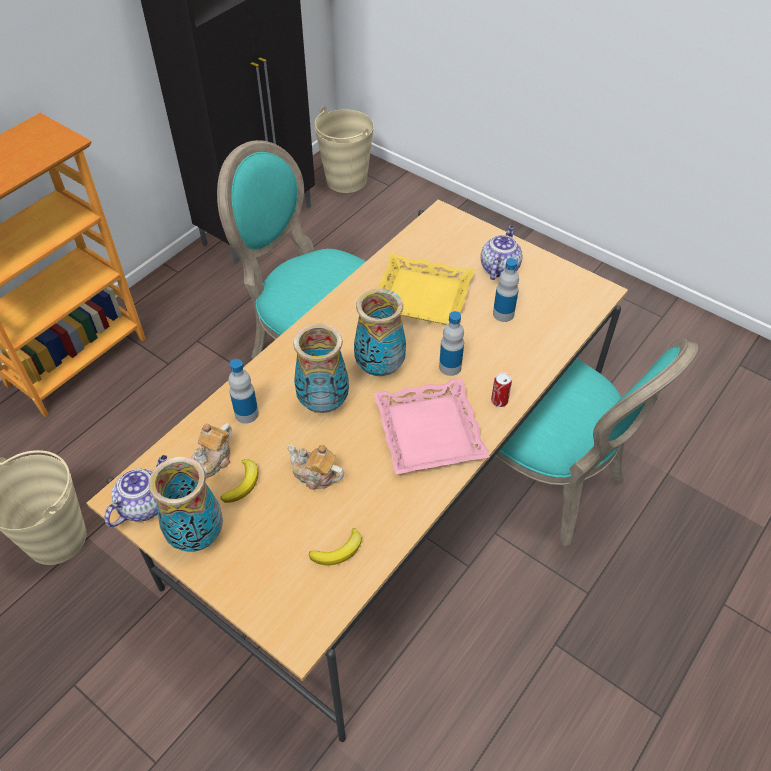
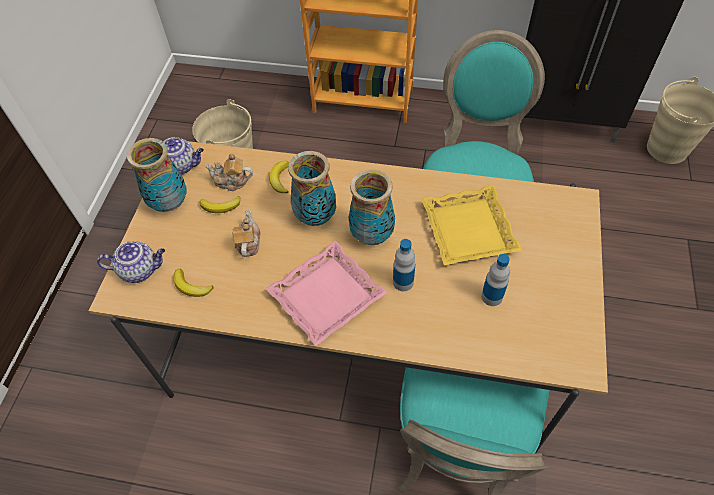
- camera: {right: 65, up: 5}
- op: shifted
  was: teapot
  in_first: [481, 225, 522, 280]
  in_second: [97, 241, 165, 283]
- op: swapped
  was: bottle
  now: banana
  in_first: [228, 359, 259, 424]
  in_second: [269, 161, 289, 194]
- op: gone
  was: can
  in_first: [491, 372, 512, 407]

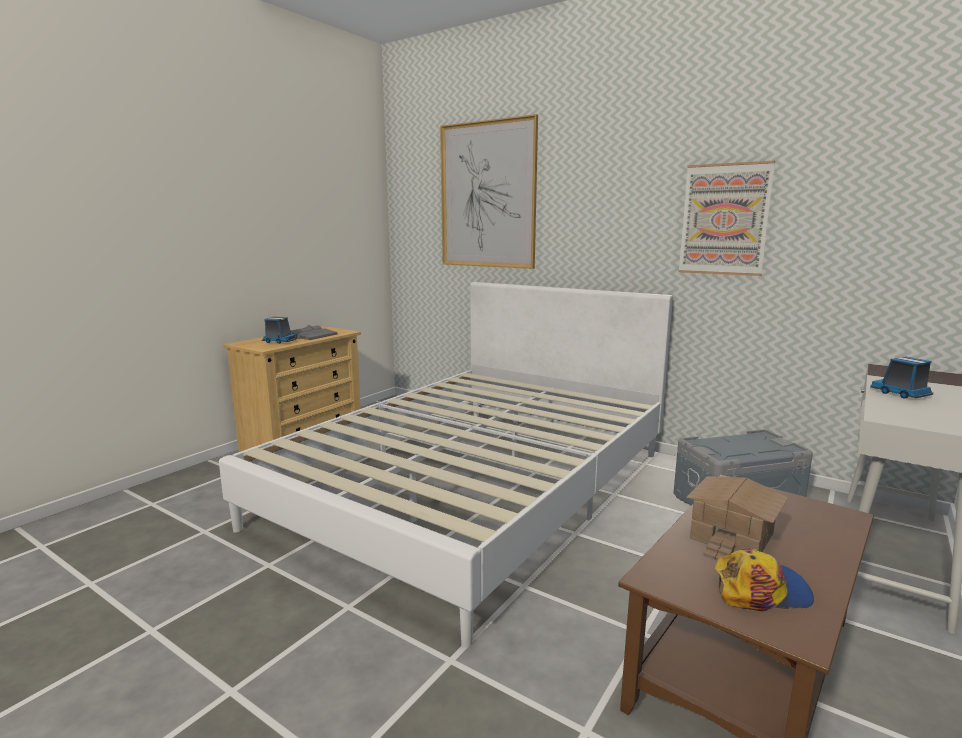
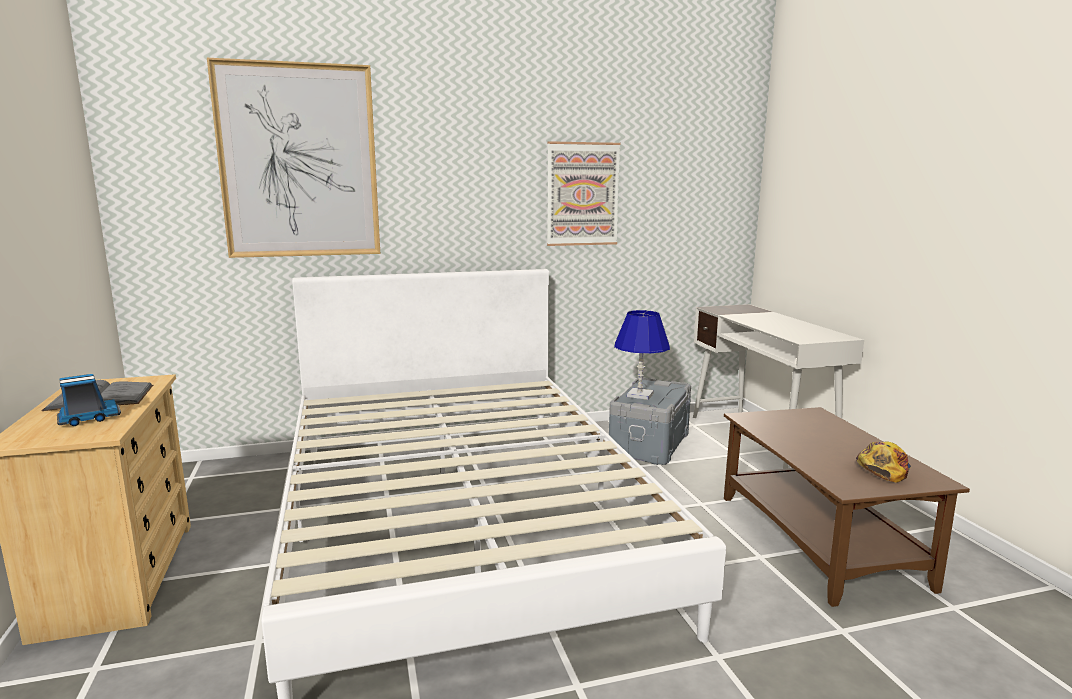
- camera: {right: -50, up: 0}
- op: new
  now: table lamp in blue
  in_second: [614, 310, 670, 400]
- op: gone
  was: toy house
  in_first: [686, 476, 789, 560]
- op: gone
  was: toy truck
  in_first: [870, 357, 933, 398]

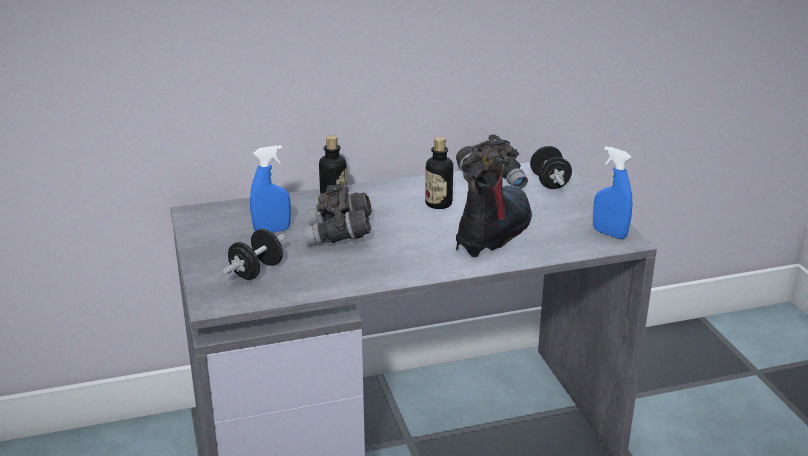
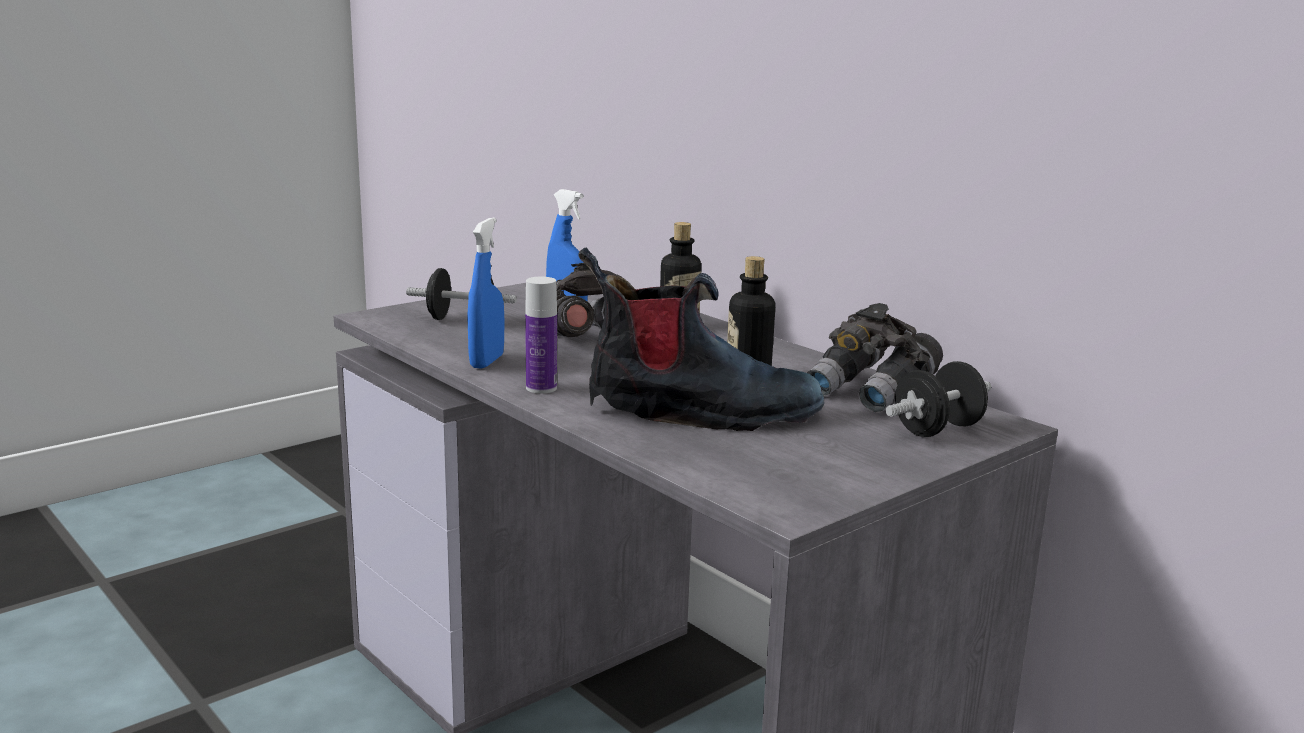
- camera: {right: 65, up: -10}
- op: shifted
  was: spray bottle in blue
  in_first: [593, 146, 632, 239]
  in_second: [467, 217, 504, 368]
- op: new
  now: bottle
  in_second: [525, 277, 557, 394]

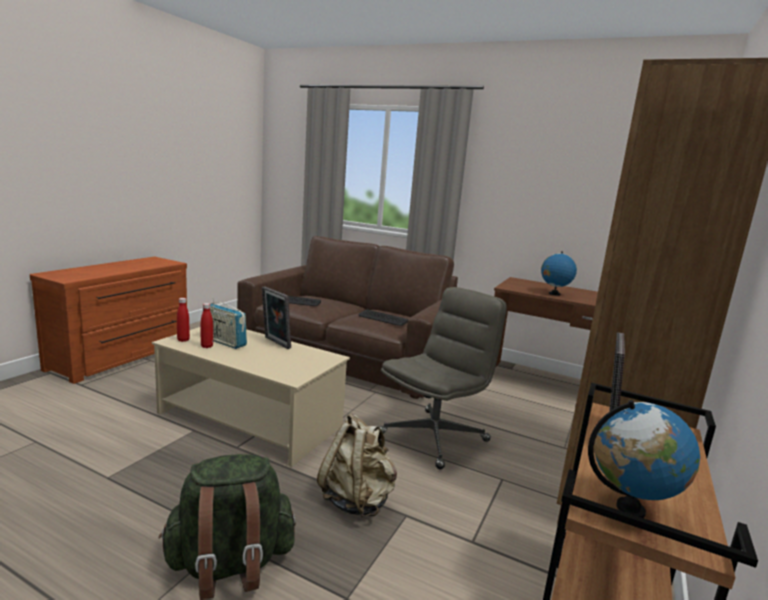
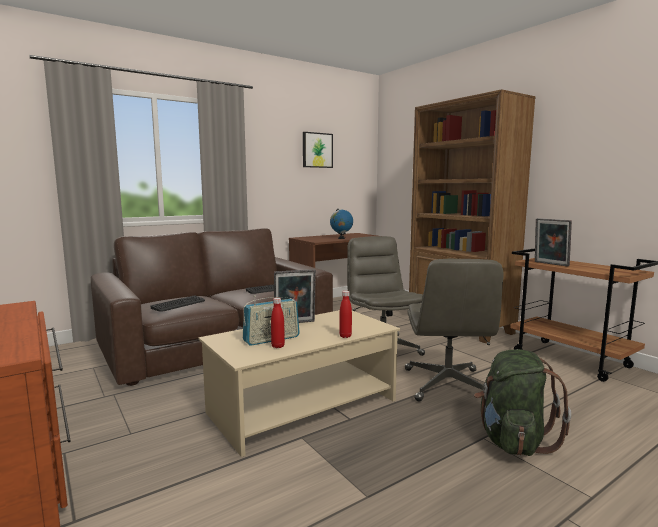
- camera: {right: -60, up: -5}
- op: new
  now: picture
  in_second: [303, 132, 333, 168]
- op: shifted
  was: bottle in red
  in_first: [177, 298, 190, 342]
  in_second: [339, 291, 352, 338]
- op: swapped
  was: backpack in beige
  now: office chair in grey
  in_first: [317, 413, 397, 517]
  in_second: [405, 259, 504, 402]
- op: gone
  was: globe
  in_first: [588, 400, 700, 518]

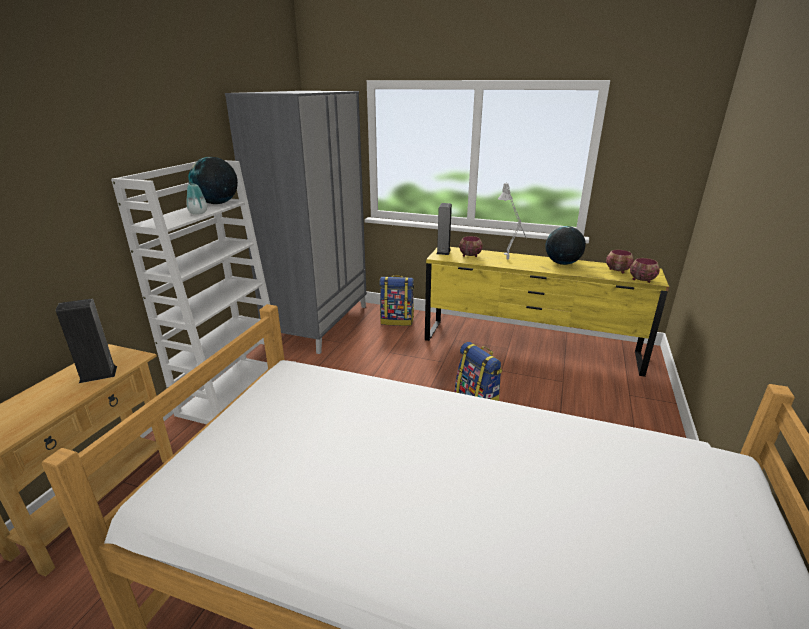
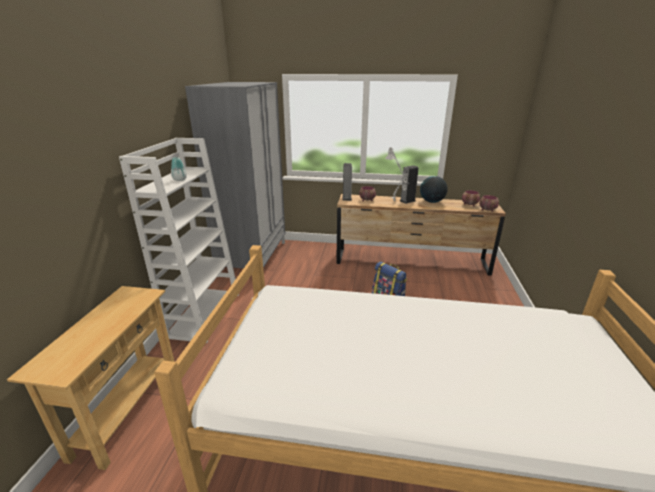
- camera: {right: -10, up: 0}
- op: repainted
  was: dresser in yellow
  now: dresser in brown
  in_first: [425, 247, 669, 377]
  in_second: [336, 194, 506, 276]
- op: shifted
  was: speaker
  in_first: [56, 298, 117, 383]
  in_second: [400, 165, 419, 204]
- op: gone
  was: globe
  in_first: [188, 157, 238, 204]
- op: gone
  was: backpack
  in_first: [379, 275, 414, 326]

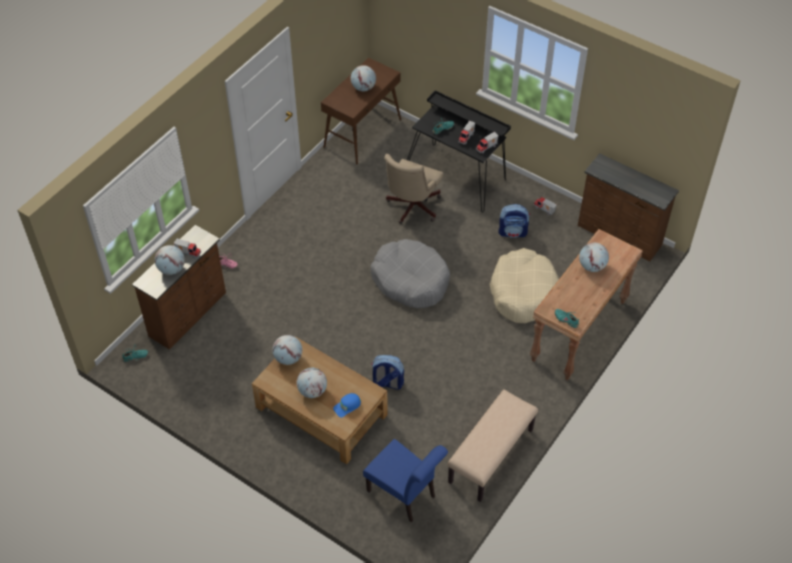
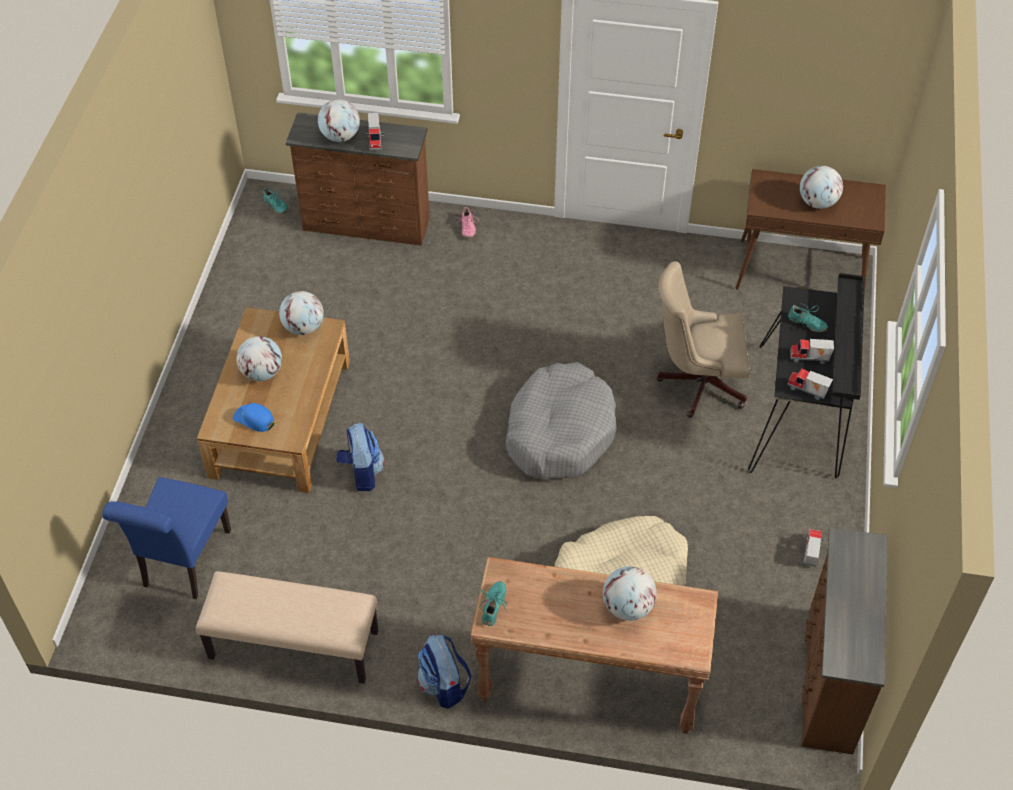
- camera: {right: 65, up: 0}
- op: shifted
  was: backpack
  in_first: [498, 204, 530, 238]
  in_second: [417, 635, 472, 709]

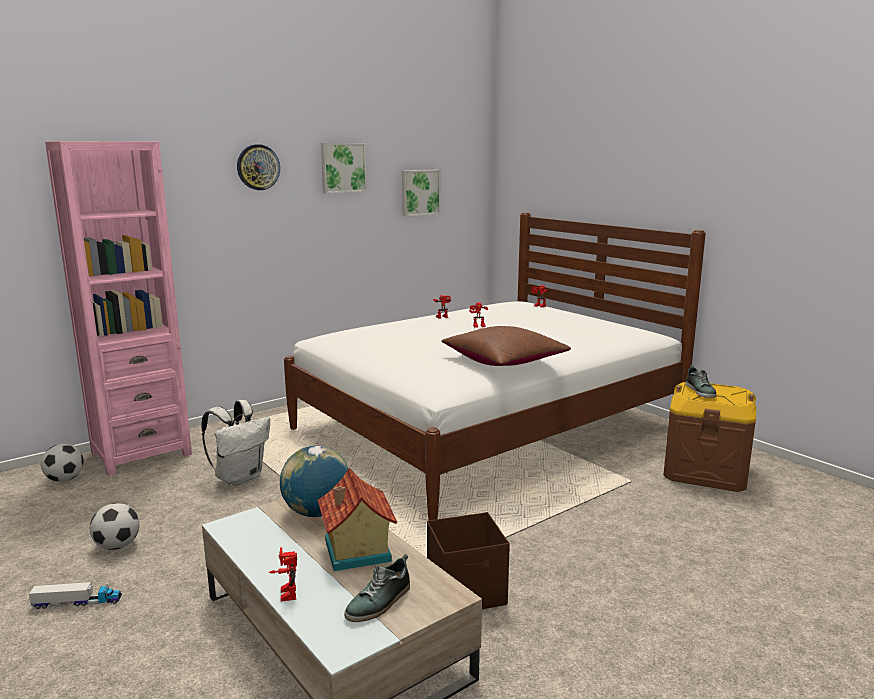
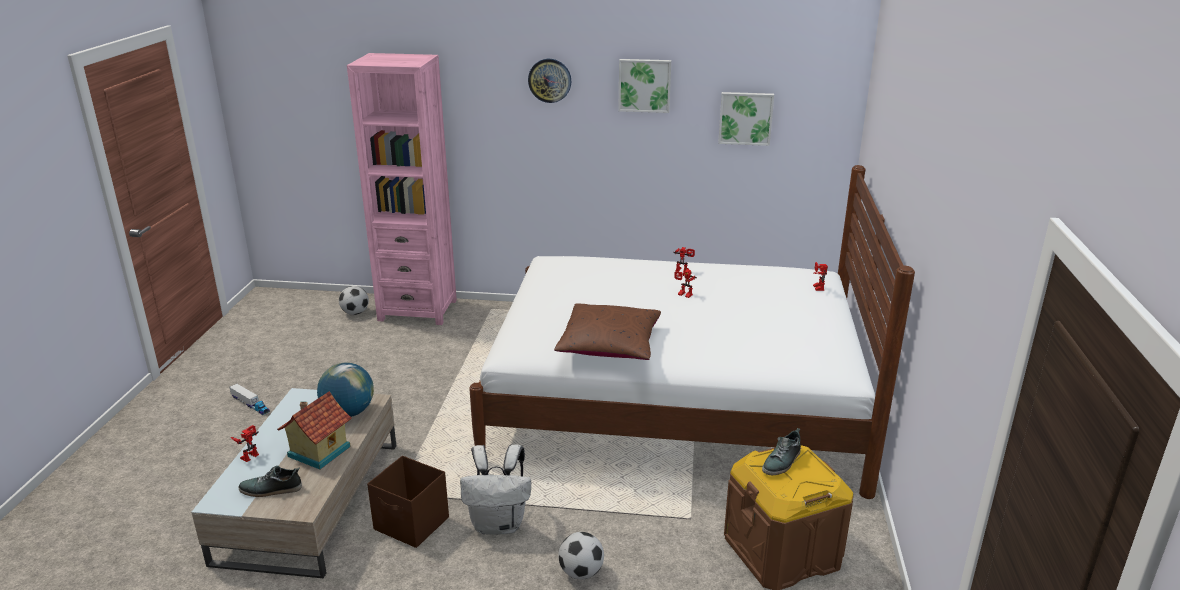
- camera: {right: 45, up: 10}
- op: shifted
  was: backpack in white
  in_first: [201, 400, 270, 486]
  in_second: [460, 444, 531, 534]
- op: shifted
  was: football
  in_first: [90, 503, 140, 550]
  in_second: [558, 532, 604, 580]

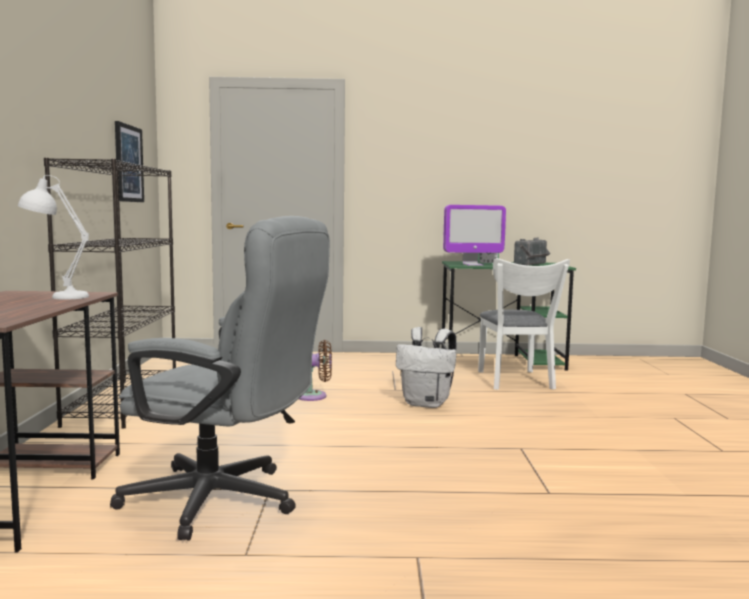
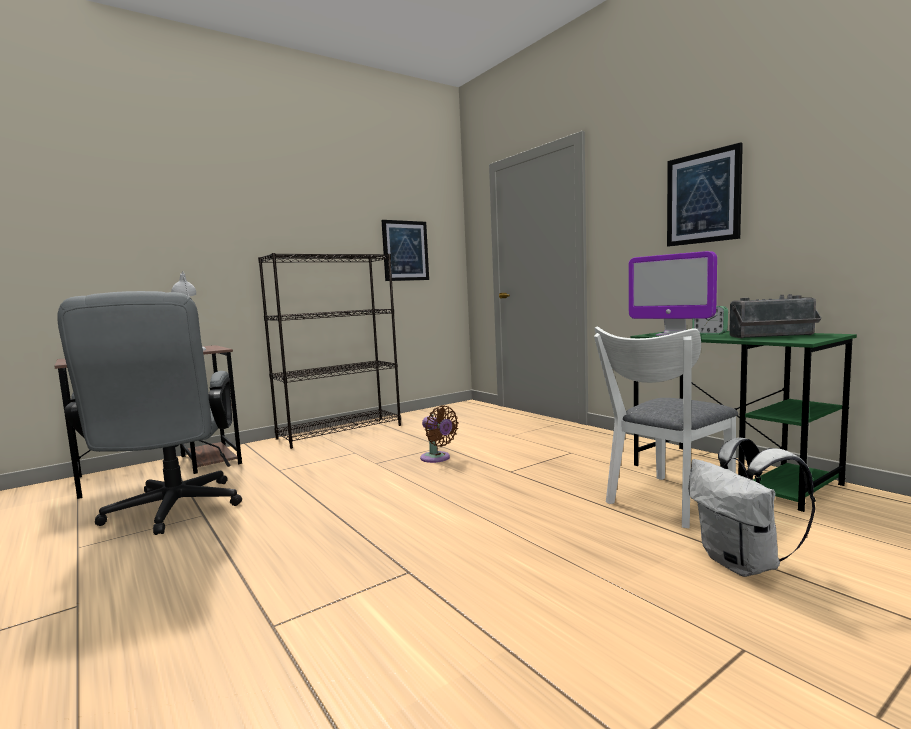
- camera: {right: 55, up: 0}
- op: new
  now: picture
  in_second: [667, 142, 743, 247]
- op: shifted
  was: backpack in white
  in_first: [396, 327, 457, 408]
  in_second: [688, 438, 816, 577]

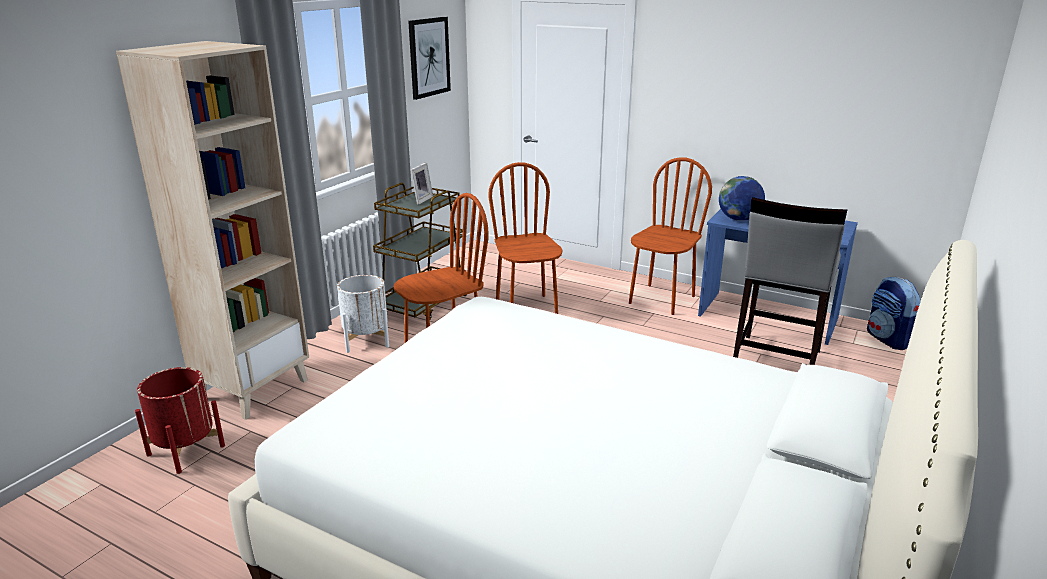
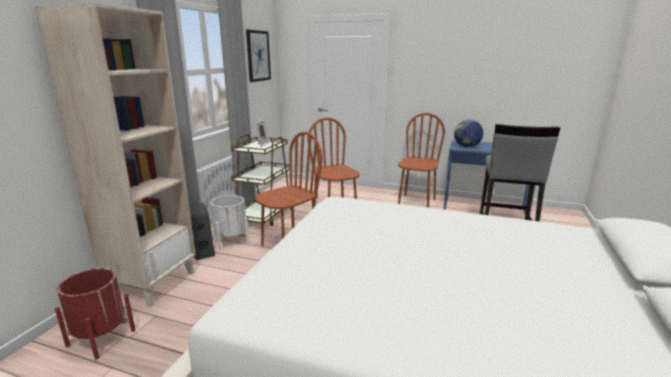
- camera: {right: -10, up: -5}
- op: new
  now: speaker
  in_second: [189, 203, 215, 260]
- op: gone
  was: backpack
  in_first: [867, 277, 921, 350]

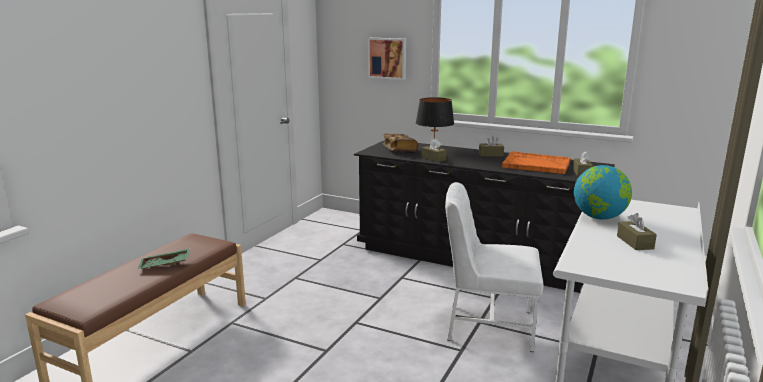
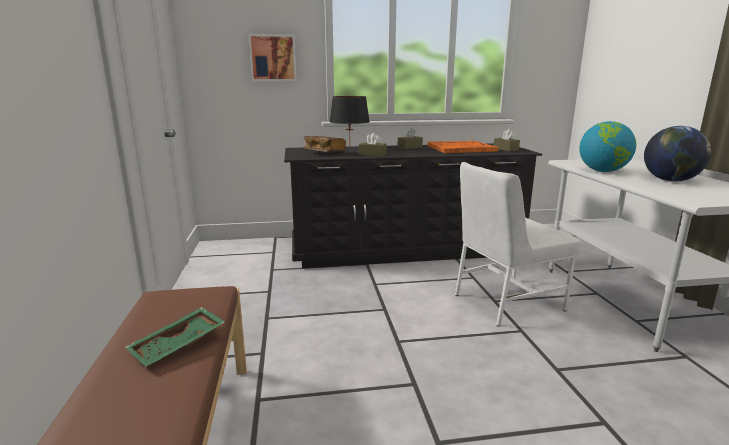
- camera: {right: -35, up: 0}
- op: swapped
  was: tissue box in brown
  now: globe
  in_first: [617, 213, 657, 250]
  in_second: [644, 126, 711, 182]

